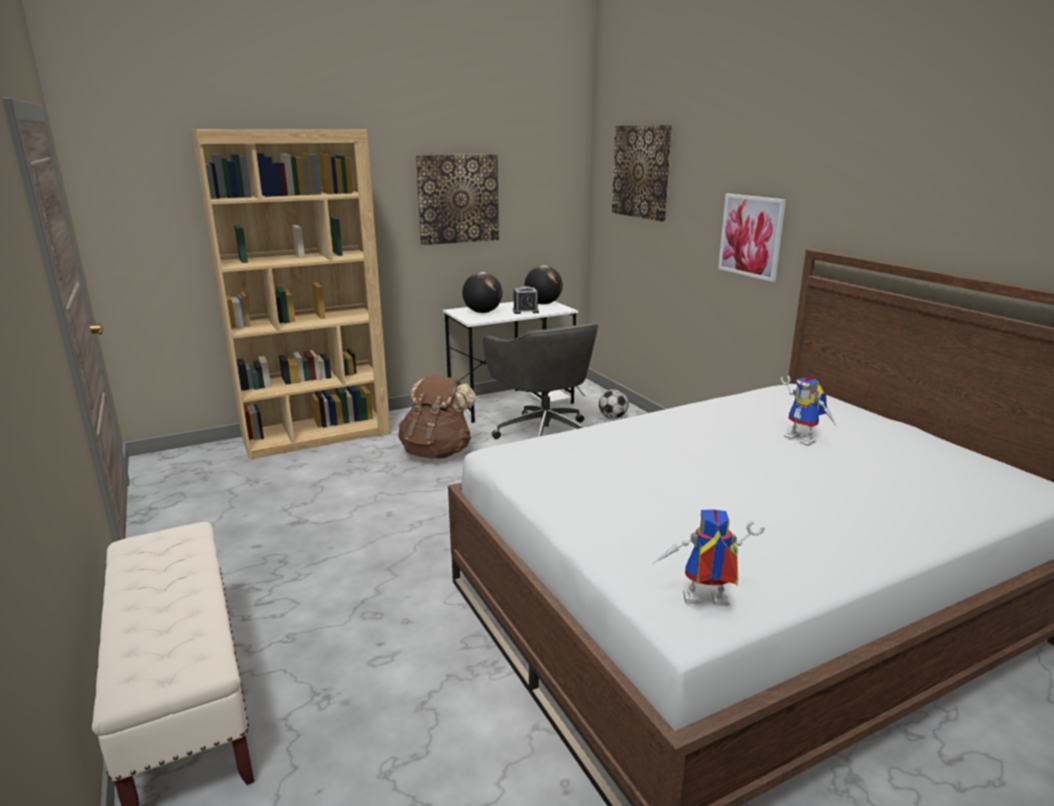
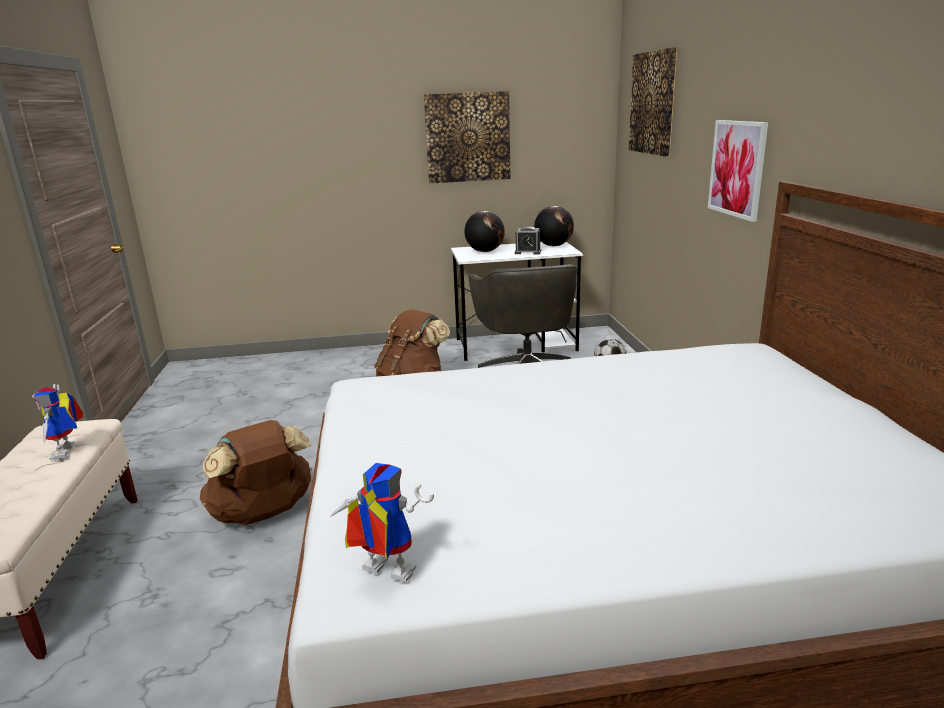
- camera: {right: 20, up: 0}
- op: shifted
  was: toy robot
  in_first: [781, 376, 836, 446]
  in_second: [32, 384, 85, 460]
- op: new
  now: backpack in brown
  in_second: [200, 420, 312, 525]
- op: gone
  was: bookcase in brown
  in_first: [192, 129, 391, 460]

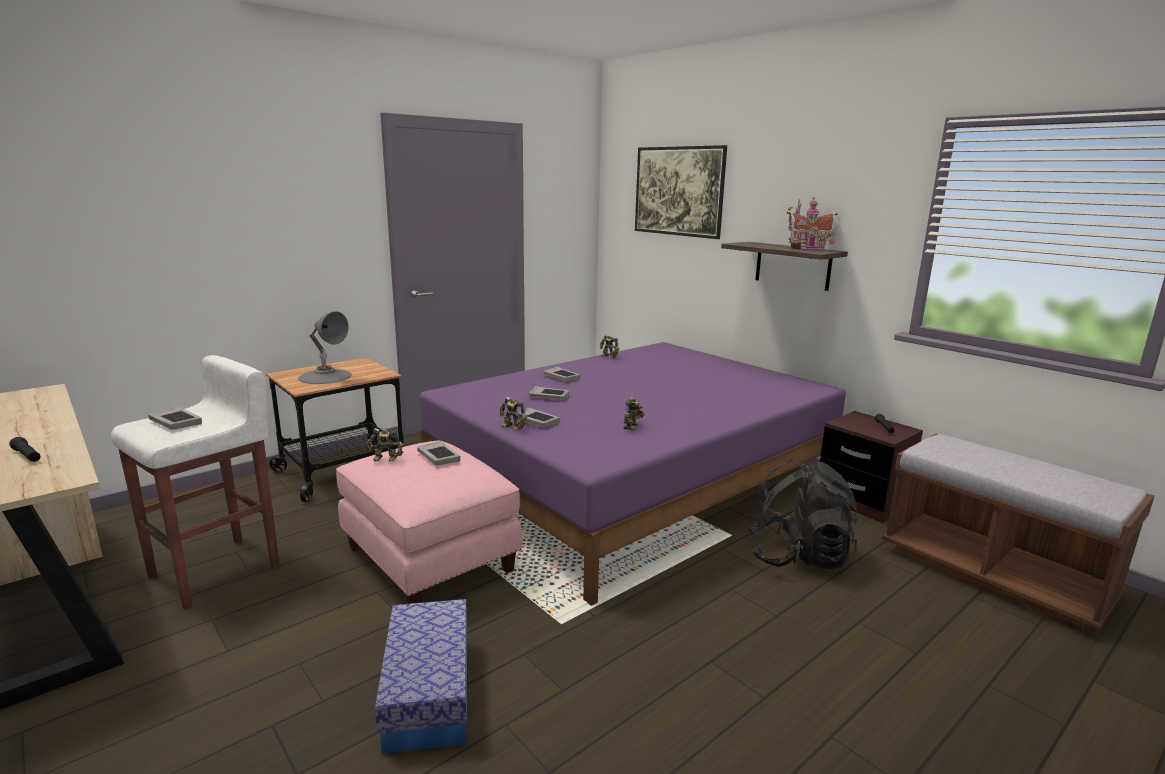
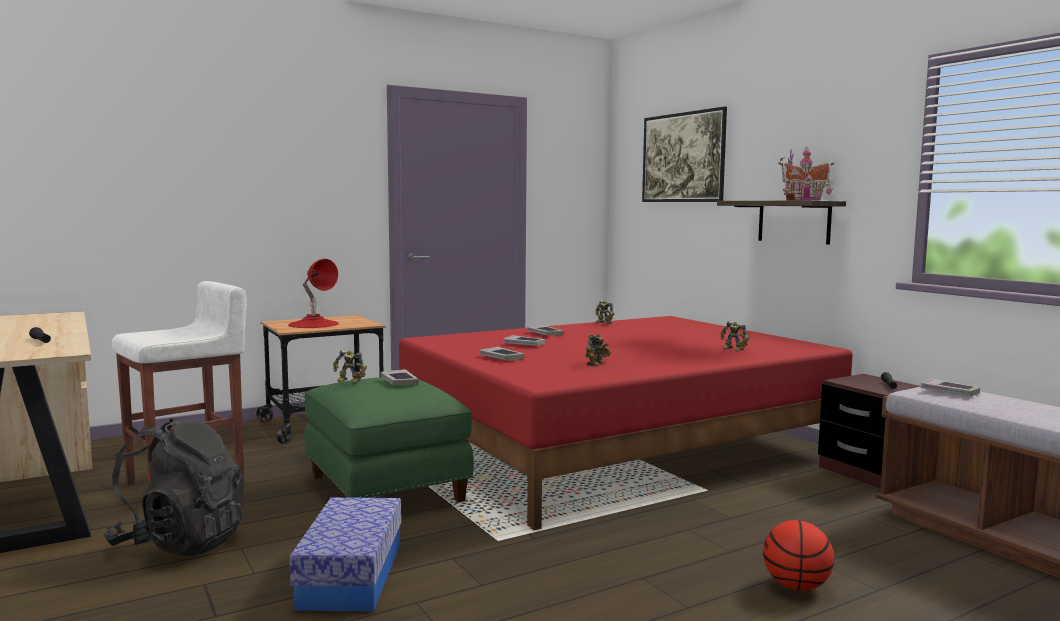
- camera: {right: 10, up: -10}
- op: shifted
  was: backpack in black
  in_first: [747, 459, 860, 569]
  in_second: [103, 418, 245, 556]
- op: repainted
  was: table lamp in grey
  now: table lamp in red
  in_first: [298, 311, 352, 384]
  in_second: [288, 259, 339, 328]
- op: repainted
  was: ottoman in pink
  now: ottoman in green
  in_first: [336, 441, 522, 604]
  in_second: [304, 377, 474, 502]
- op: repainted
  was: bed in purple
  now: bed in red
  in_first: [420, 342, 846, 606]
  in_second: [399, 316, 853, 530]
- op: shifted
  was: toy robot
  in_first: [500, 397, 527, 430]
  in_second: [720, 321, 749, 351]
- op: new
  now: basketball
  in_second: [763, 520, 834, 591]
- op: shifted
  was: book
  in_first: [148, 406, 202, 430]
  in_second: [921, 378, 980, 396]

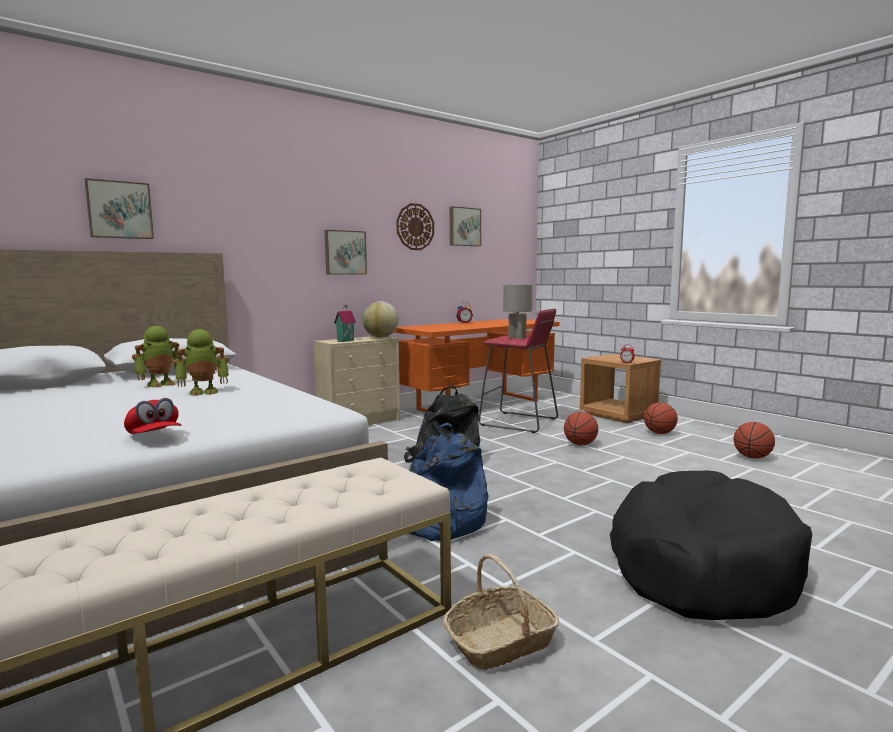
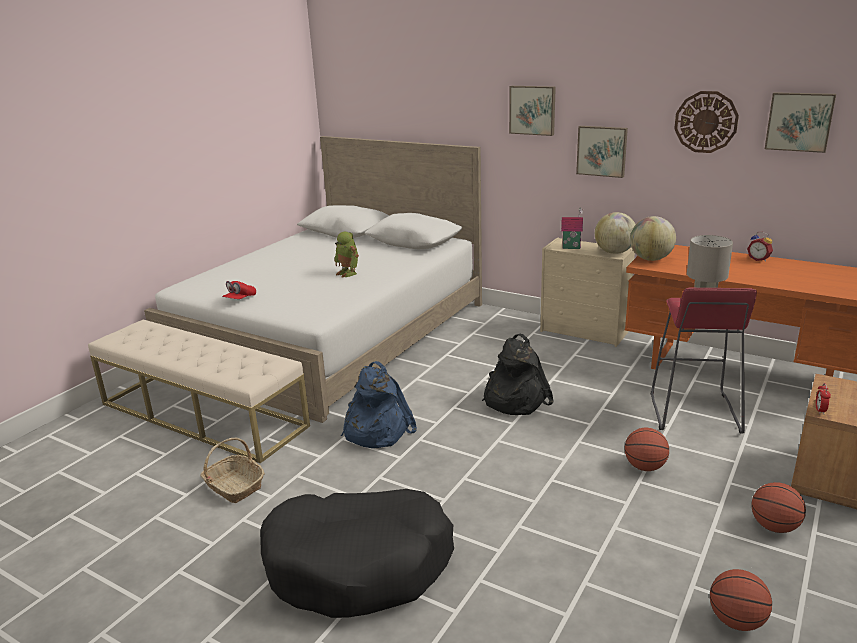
- camera: {right: 70, up: 15}
- op: shifted
  was: picture
  in_first: [84, 178, 154, 239]
  in_second: [509, 86, 556, 136]
- op: new
  now: globe
  in_second: [630, 216, 676, 261]
- op: gone
  was: toy robot
  in_first: [132, 326, 179, 388]

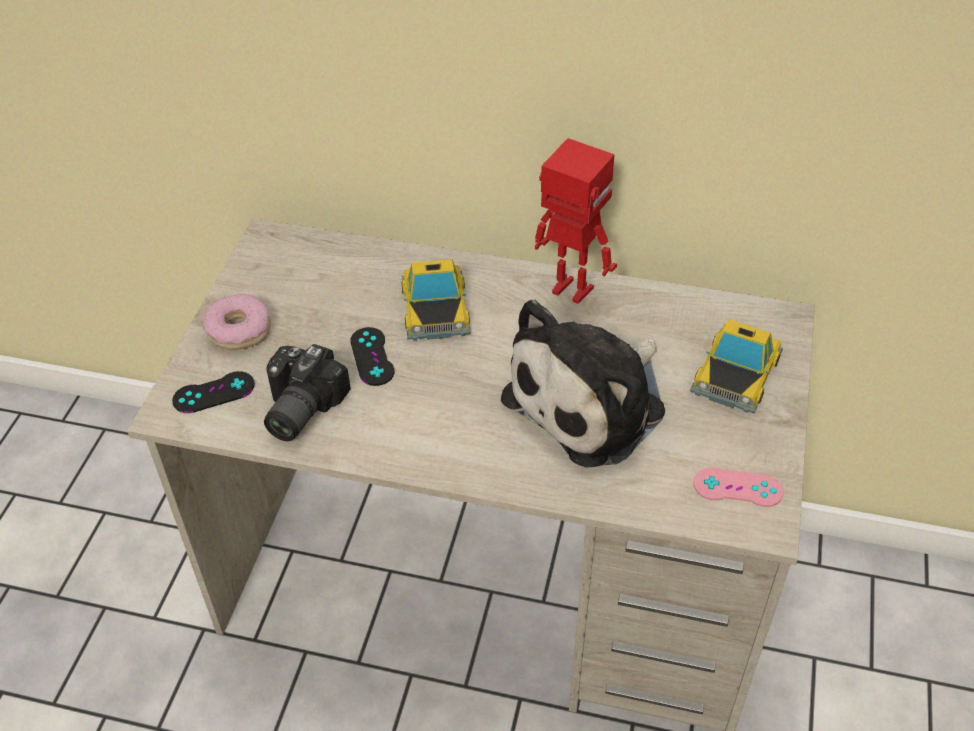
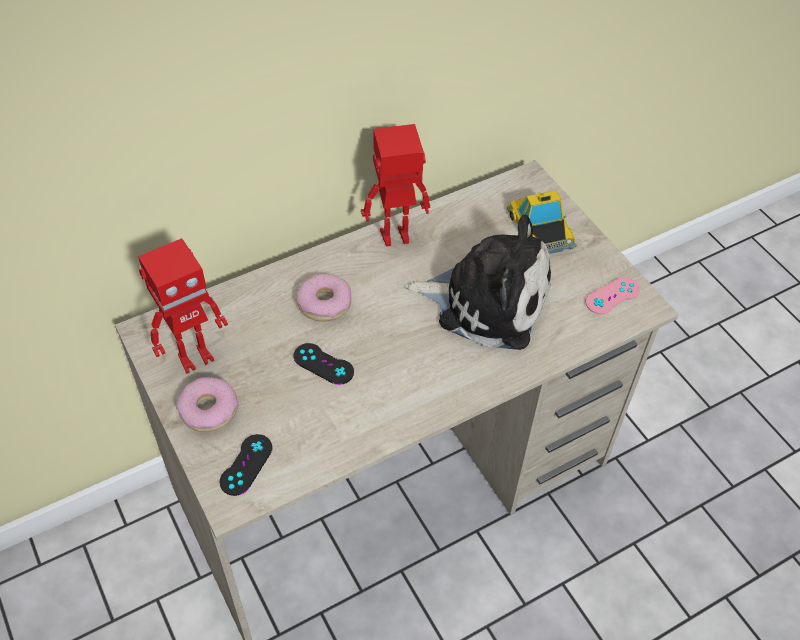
- camera: {right: -45, up: 5}
- op: new
  now: toy robot
  in_second: [138, 238, 228, 374]
- op: swapped
  was: toy car
  now: donut
  in_first: [402, 259, 471, 340]
  in_second: [297, 274, 351, 322]
- op: rotated
  was: plush toy
  in_first: [501, 300, 665, 467]
  in_second: [405, 214, 551, 350]
  clockwise: -75
- op: gone
  was: photo camera
  in_first: [264, 344, 351, 441]

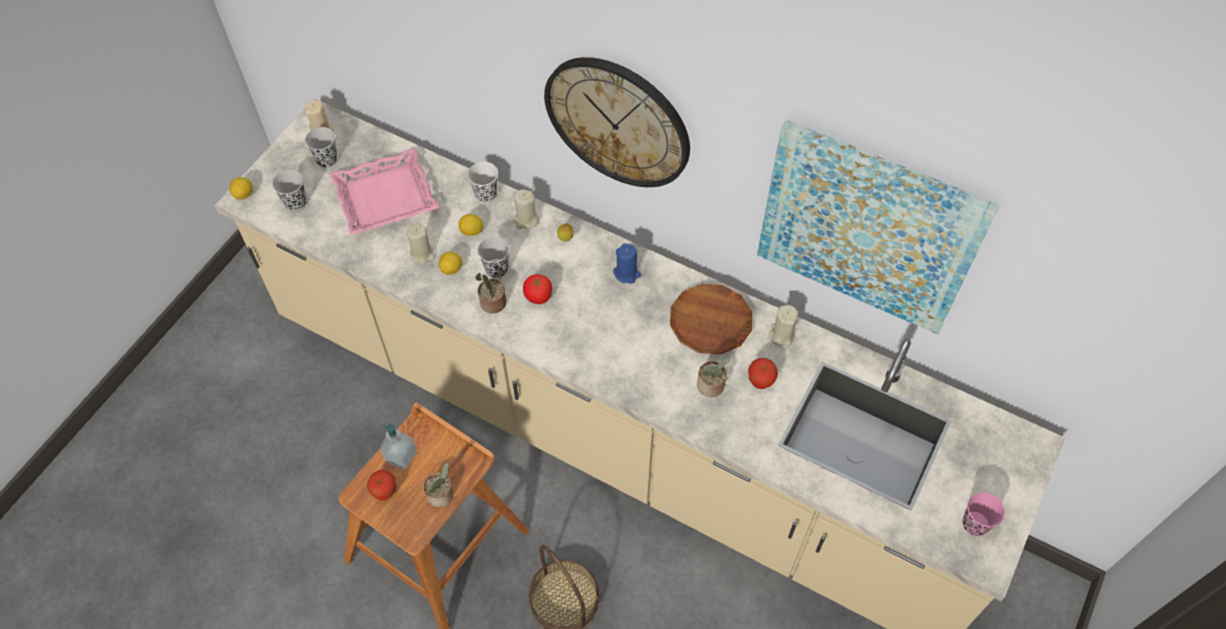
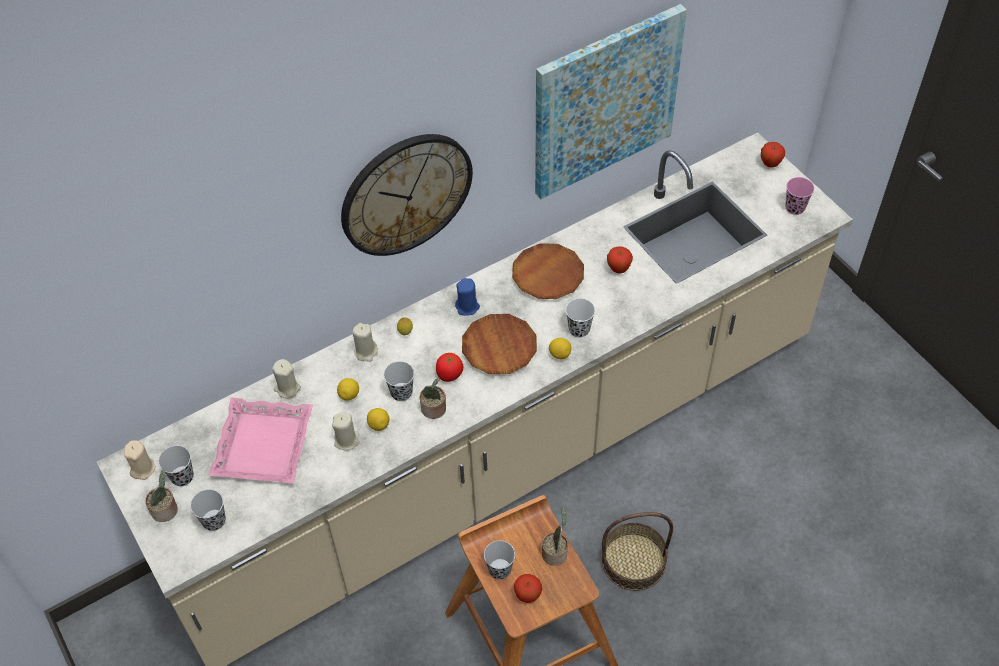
- camera: {right: -60, up: -5}
- op: shifted
  was: potted plant
  in_first: [697, 357, 730, 397]
  in_second: [145, 469, 178, 522]
- op: shifted
  was: candle in beige
  in_first: [769, 305, 798, 346]
  in_second: [272, 359, 301, 399]
- op: new
  now: plate in brown
  in_second: [462, 314, 537, 374]
- op: swapped
  was: soap dispenser
  now: cup in black
  in_first: [380, 424, 417, 469]
  in_second: [484, 540, 515, 580]
- op: shifted
  was: lemon
  in_first: [230, 177, 253, 199]
  in_second: [549, 338, 571, 359]
- op: shifted
  was: cup in white
  in_first: [468, 162, 498, 203]
  in_second: [566, 298, 595, 338]
- op: new
  now: apple
  in_second: [761, 142, 785, 168]

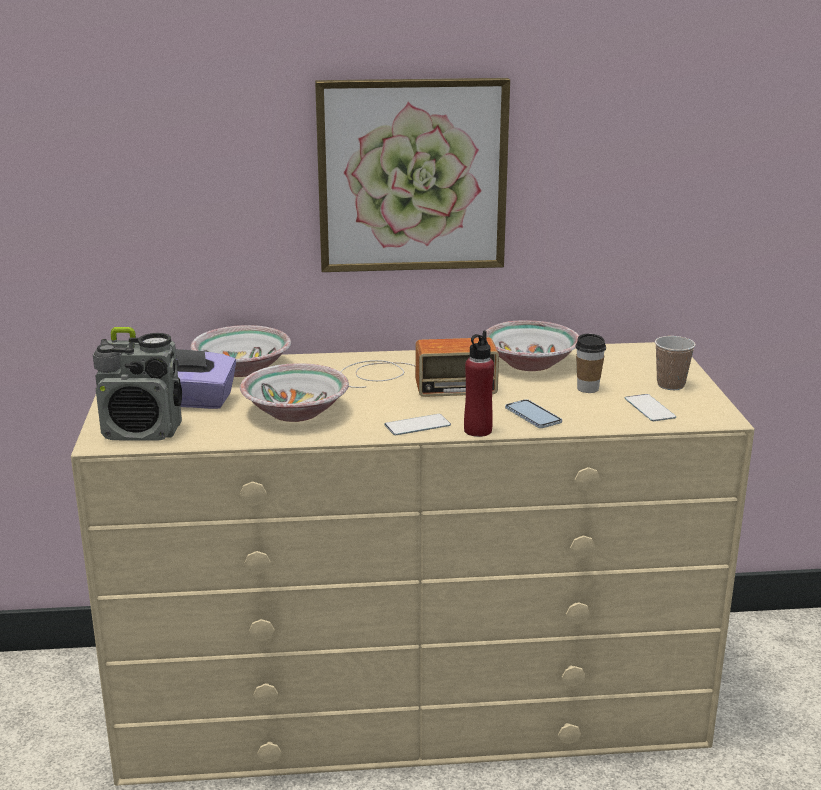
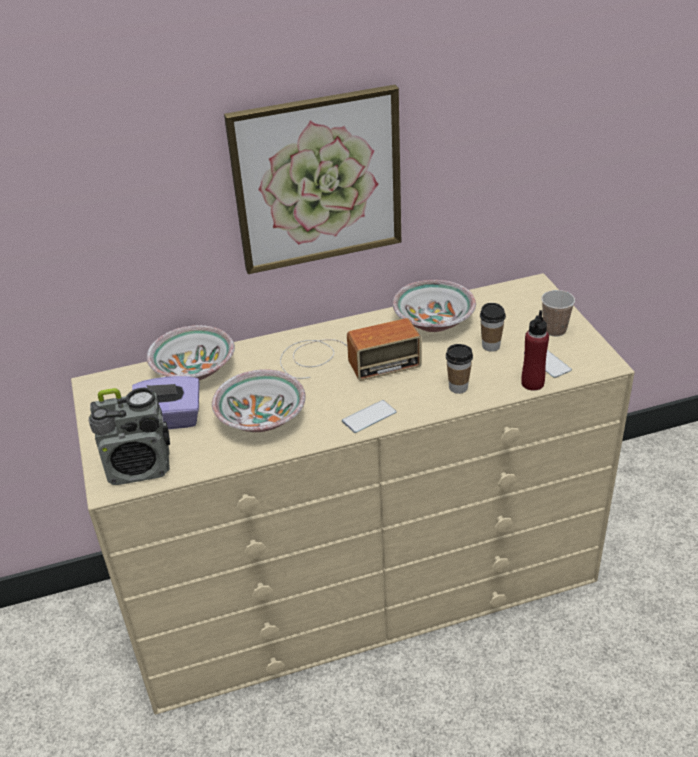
- camera: {right: -10, up: 15}
- op: swapped
  was: phone
  now: cup
  in_first: [505, 399, 562, 428]
  in_second: [446, 344, 473, 394]
- op: shifted
  was: bottle in red
  in_first: [464, 331, 494, 437]
  in_second: [521, 310, 549, 391]

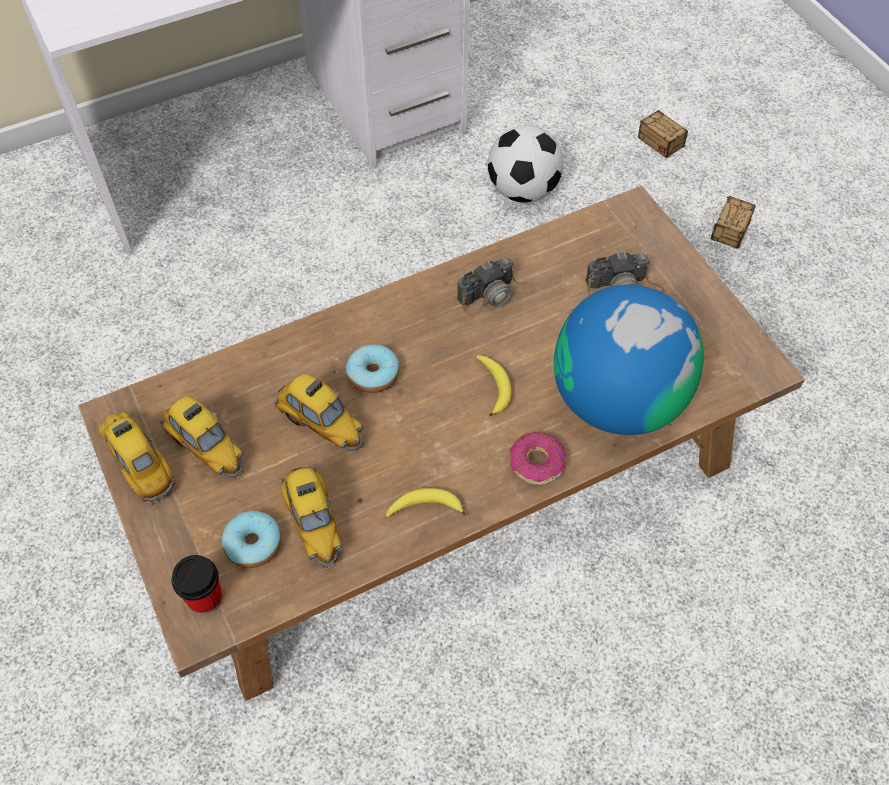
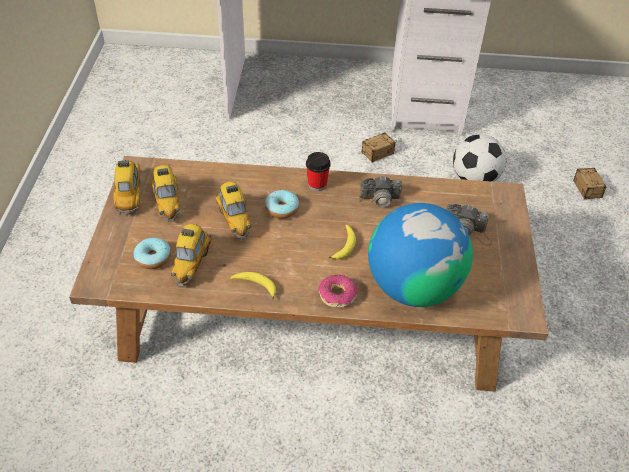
- camera: {right: 30, up: -10}
- op: shifted
  was: cup
  in_first: [171, 555, 222, 615]
  in_second: [306, 152, 331, 191]
- op: shifted
  was: storage box
  in_first: [711, 196, 756, 249]
  in_second: [343, 132, 396, 162]

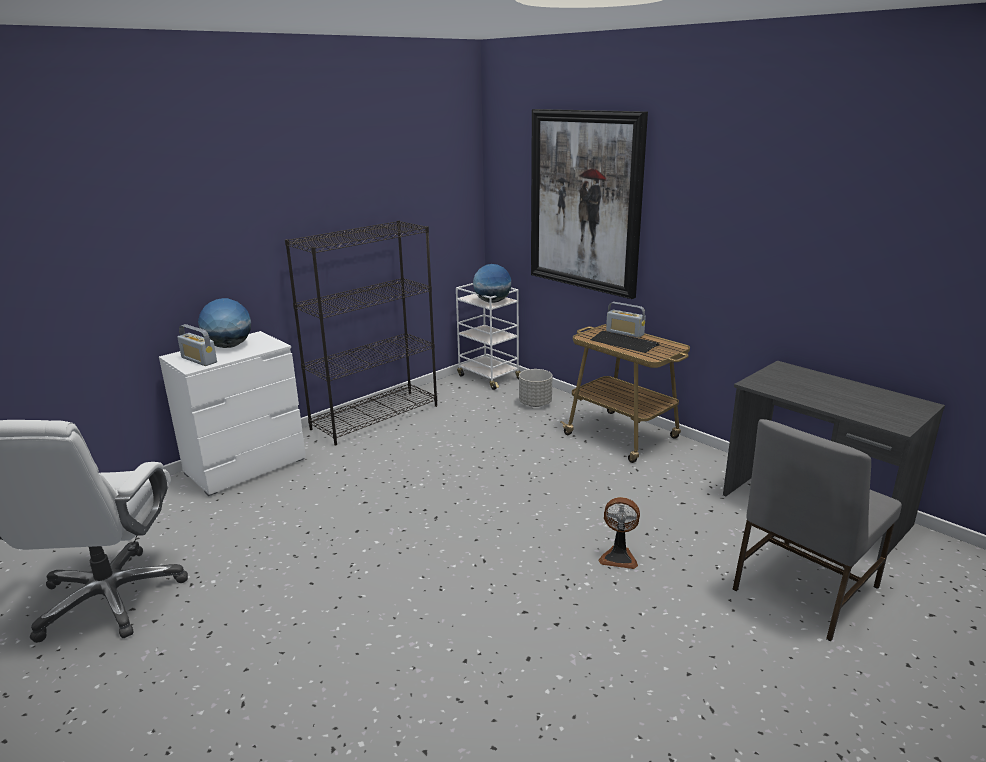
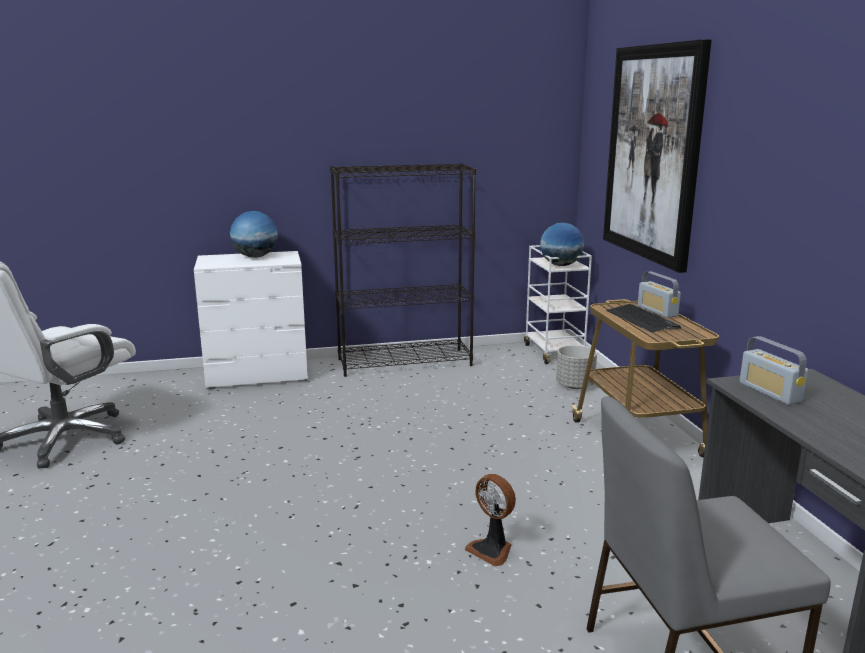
- camera: {right: 30, up: -5}
- op: shifted
  was: radio
  in_first: [177, 324, 217, 366]
  in_second: [740, 336, 808, 405]

